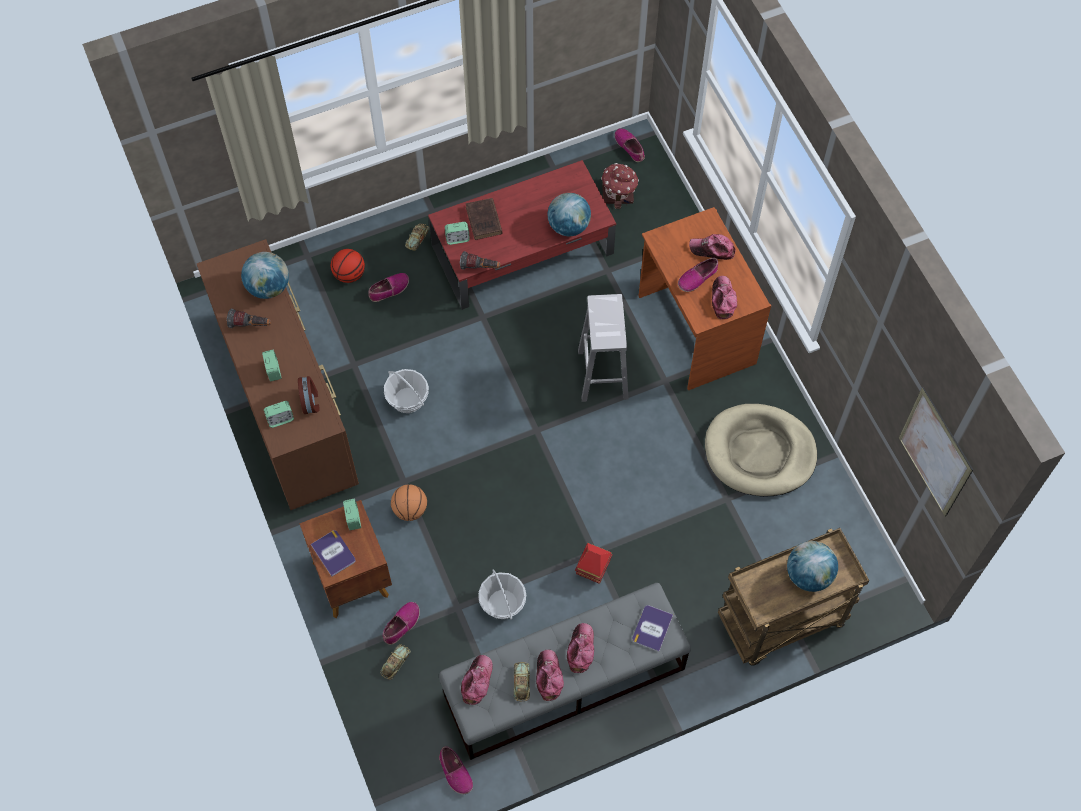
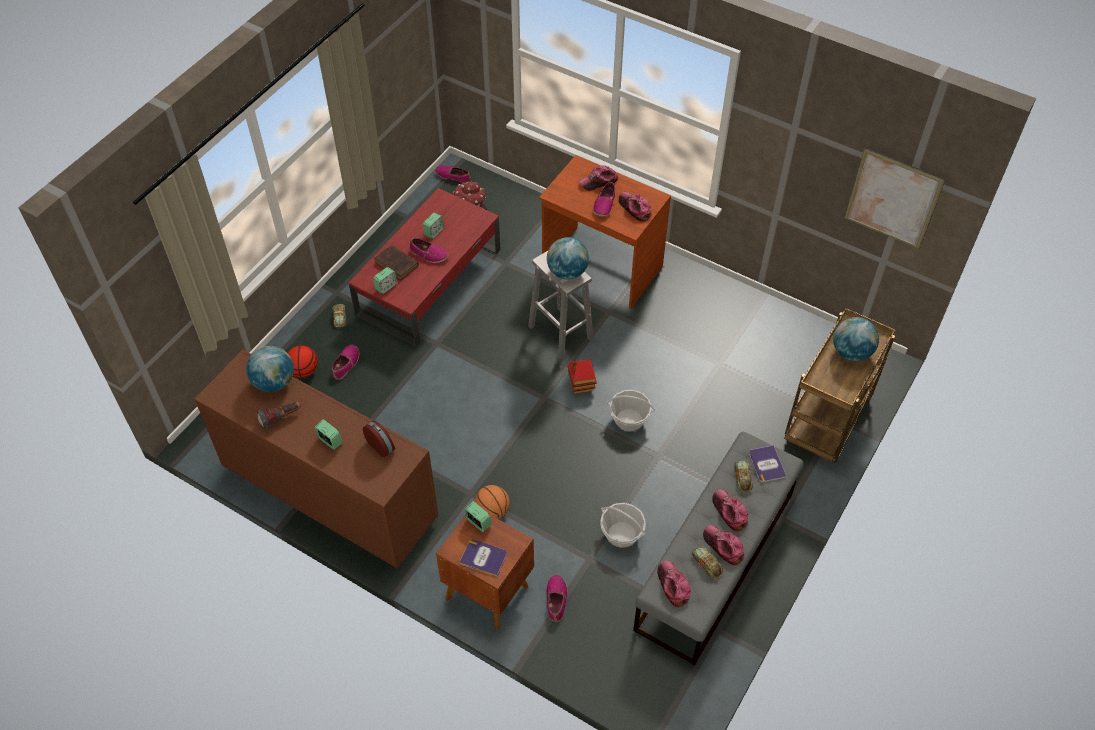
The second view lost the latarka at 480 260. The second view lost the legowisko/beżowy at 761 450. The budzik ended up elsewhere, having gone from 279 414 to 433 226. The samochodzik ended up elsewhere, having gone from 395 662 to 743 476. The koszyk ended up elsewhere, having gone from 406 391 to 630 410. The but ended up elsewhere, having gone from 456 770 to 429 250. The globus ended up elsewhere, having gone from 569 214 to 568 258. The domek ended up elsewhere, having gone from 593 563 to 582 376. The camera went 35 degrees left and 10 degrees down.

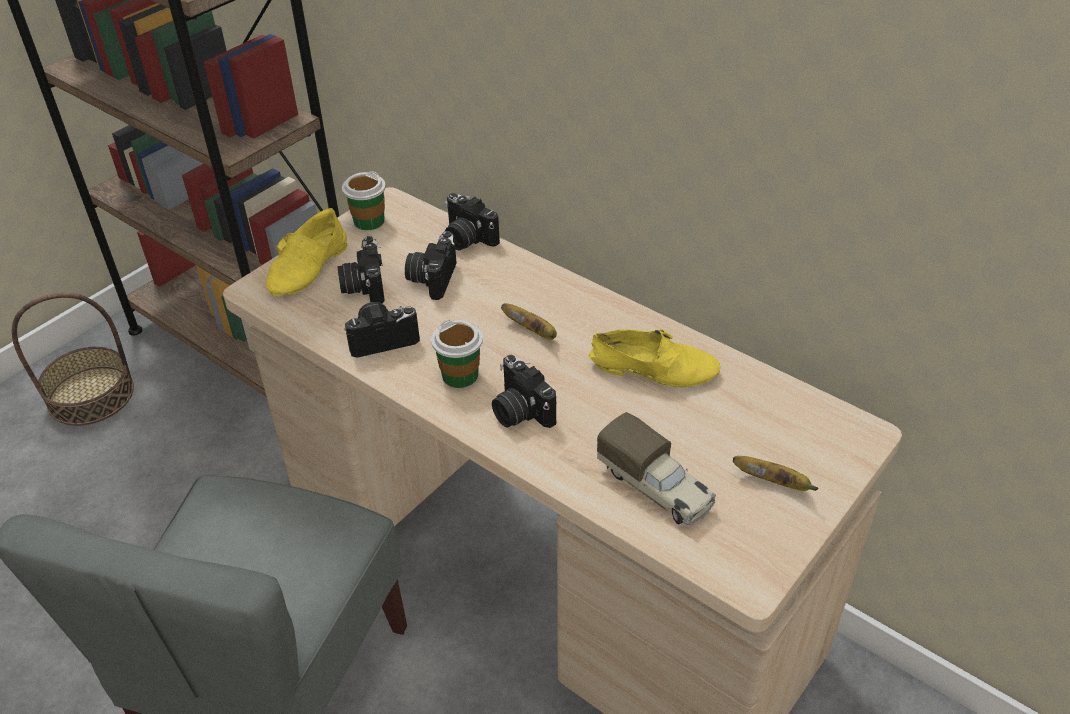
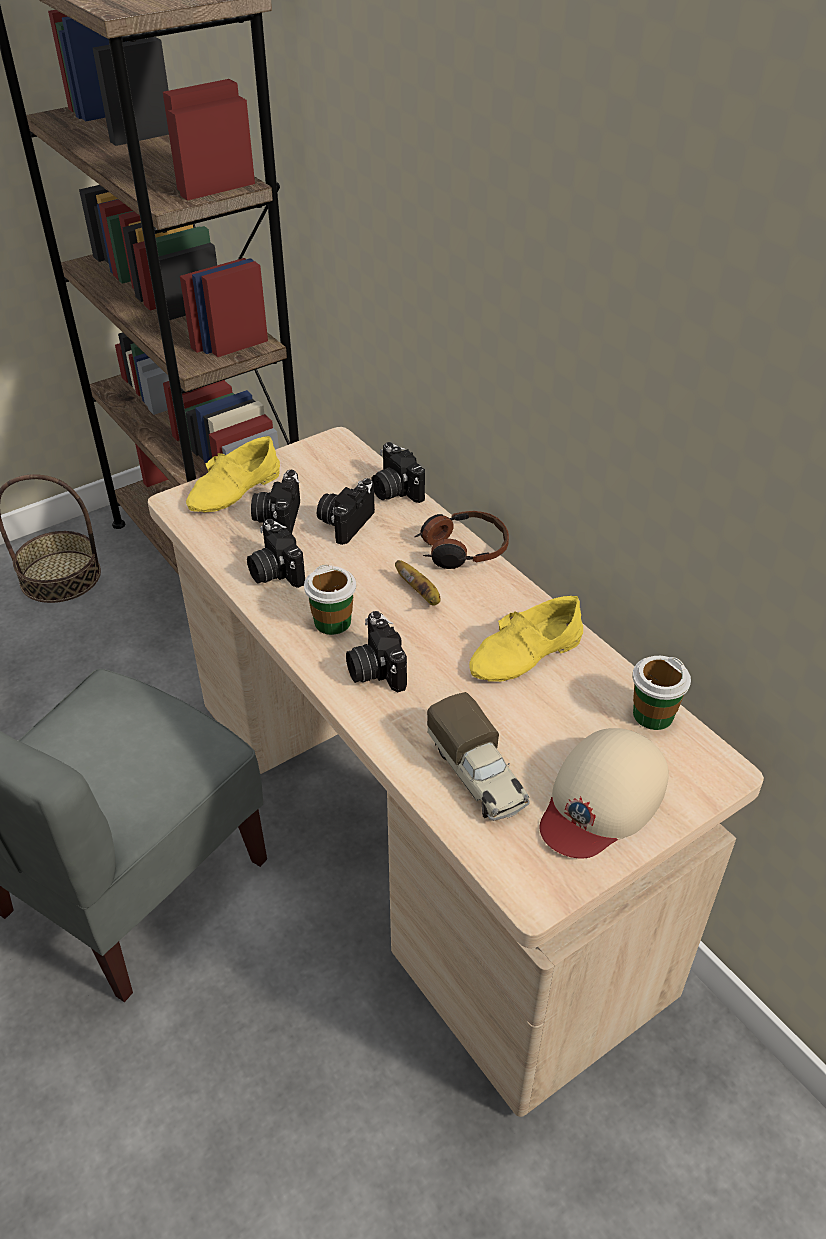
The second view gained the słuchawki at 461 540. The filiżanka ended up elsewhere, having gone from 364 200 to 661 693. Where the banan stood at 775 473, the czapka z daszkiem/beżowy came to stand at 604 793. The aparat fotograficzny at 382 330 ended up facing another way, 120 degrees counterclockwise from before. The but/żółty at 655 358 ended up facing another way, 120 degrees clockwise from before. The camera went 15 degrees right and 0 degrees up.

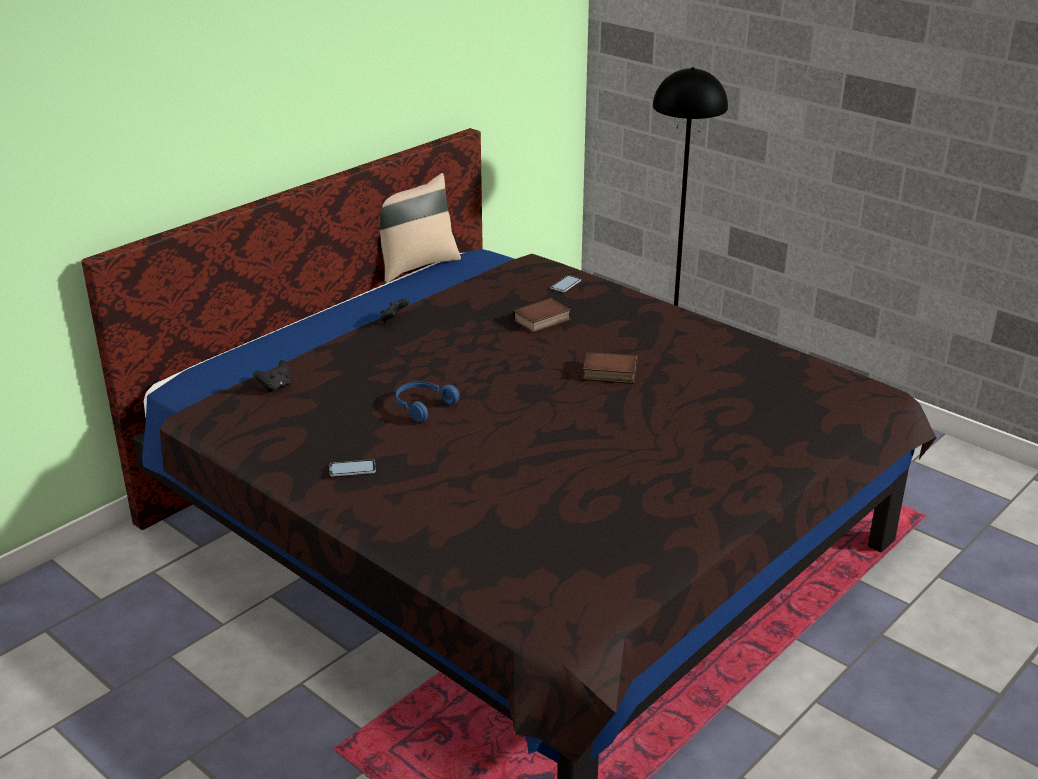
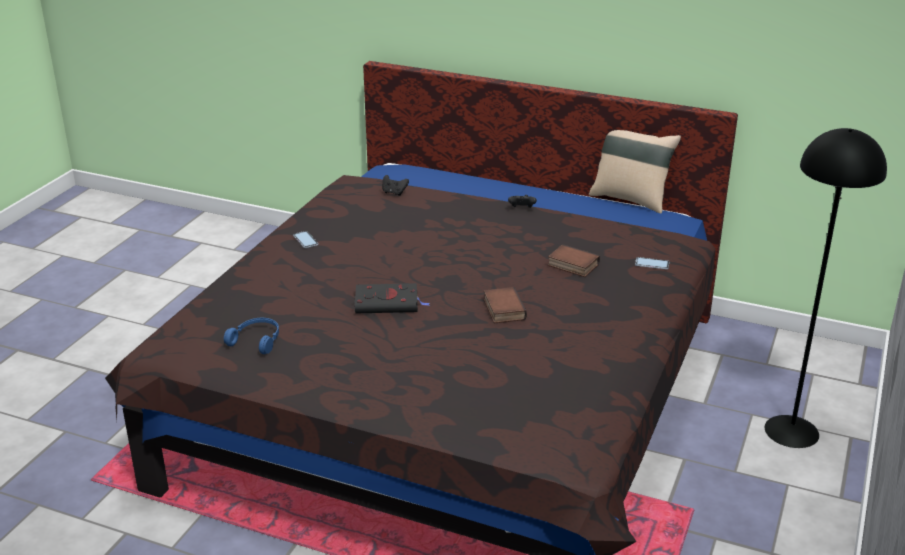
The second view gained the książka/czarny at 392 298. The słuchawki/niebieski ended up elsewhere, having gone from 428 402 to 251 336. The camera went 70 degrees right and 0 degrees up.

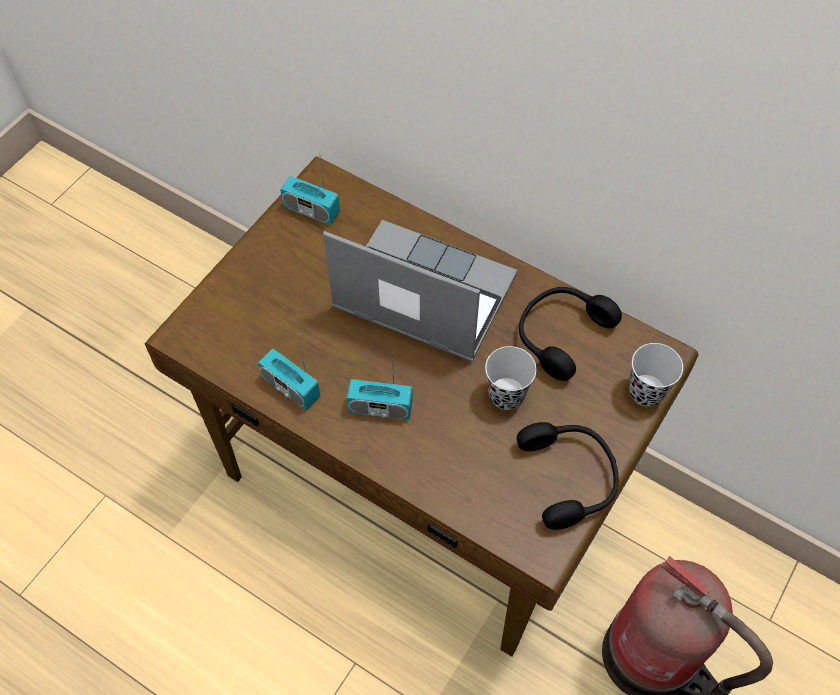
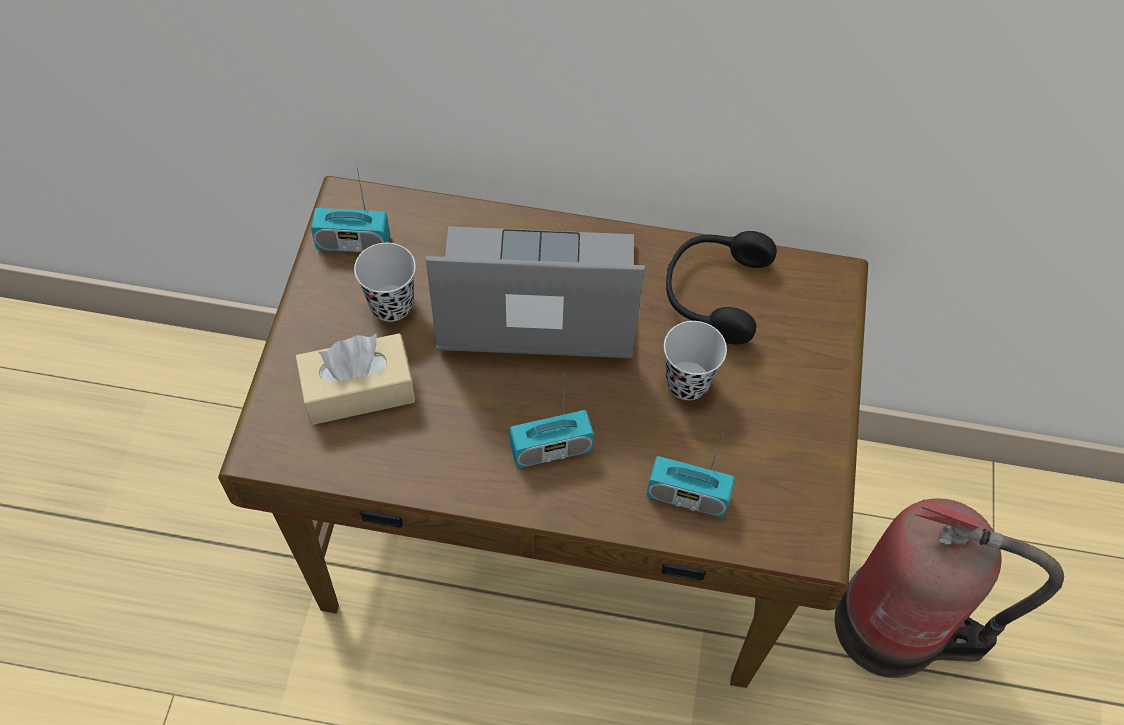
The second view lost the słuchawki/czarny at 568 476. The second view gained the pudełko chusteczek/beżowy at 355 379. The radio ended up elsewhere, having gone from 289 376 to 690 474. The filiżanka/czarny ended up elsewhere, having gone from 656 375 to 385 282. The camera went 25 degrees left and 0 degrees up.

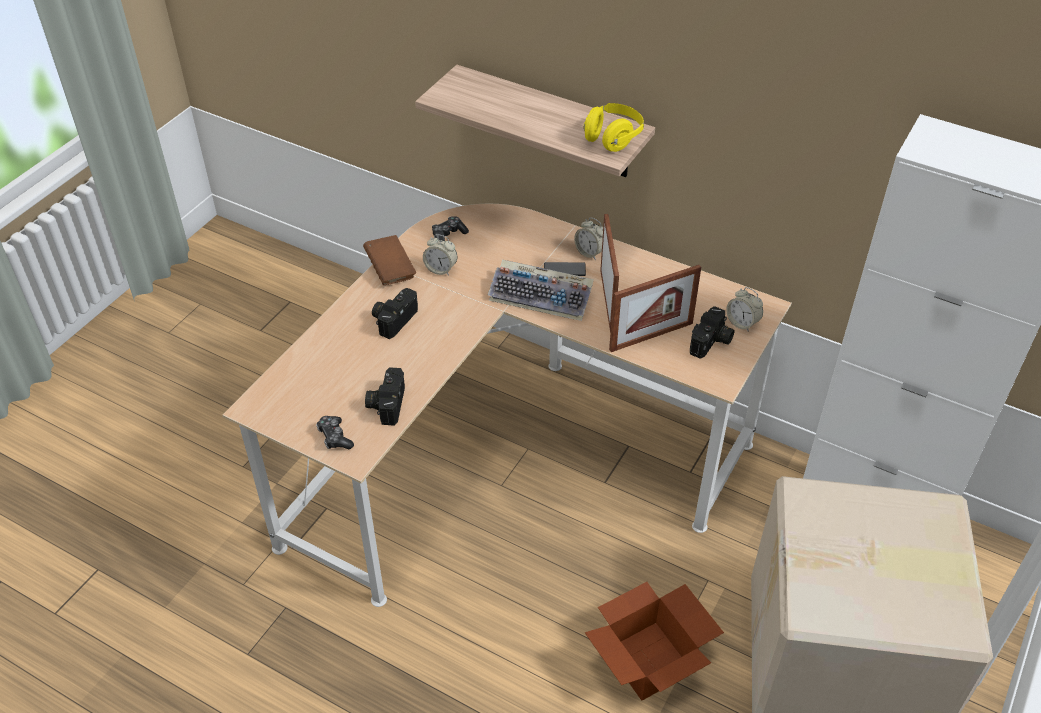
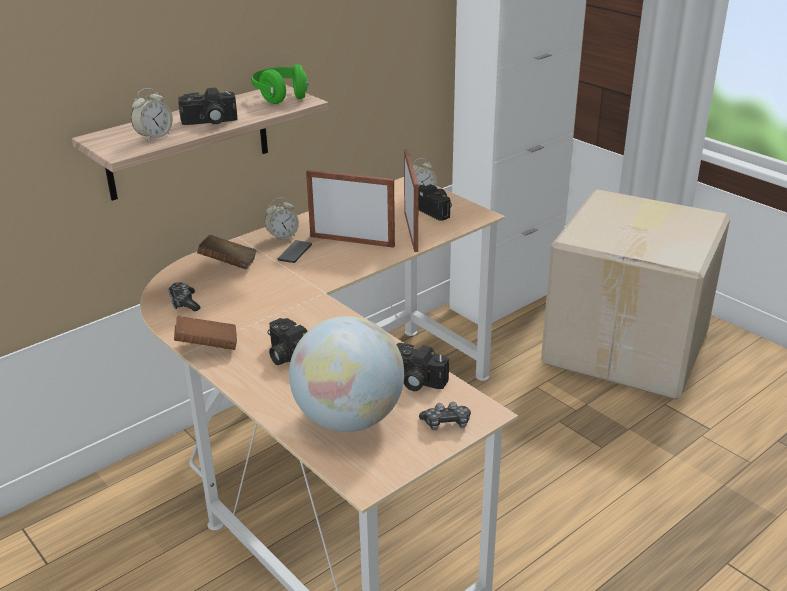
The second view lost the klawiatura at 541 290. The second view lost the karton at 654 641. The second view gained the aparat fotograficzny at 208 106. The second view gained the książka/brązowy at 227 252. The second view gained the globus at 346 374. The budzik ended up elsewhere, having gone from 440 255 to 152 115. What was the słuchawki/żółty at 614 127 turned into the słuchawki/zielony at 279 84. The camera went 70 degrees left and 15 degrees down.

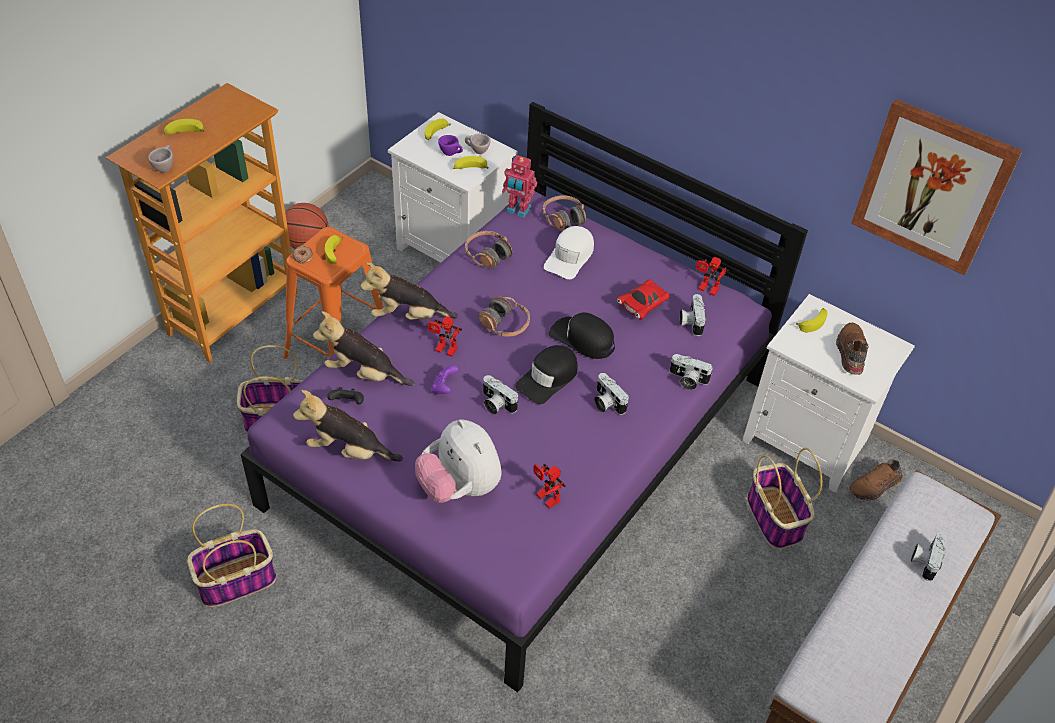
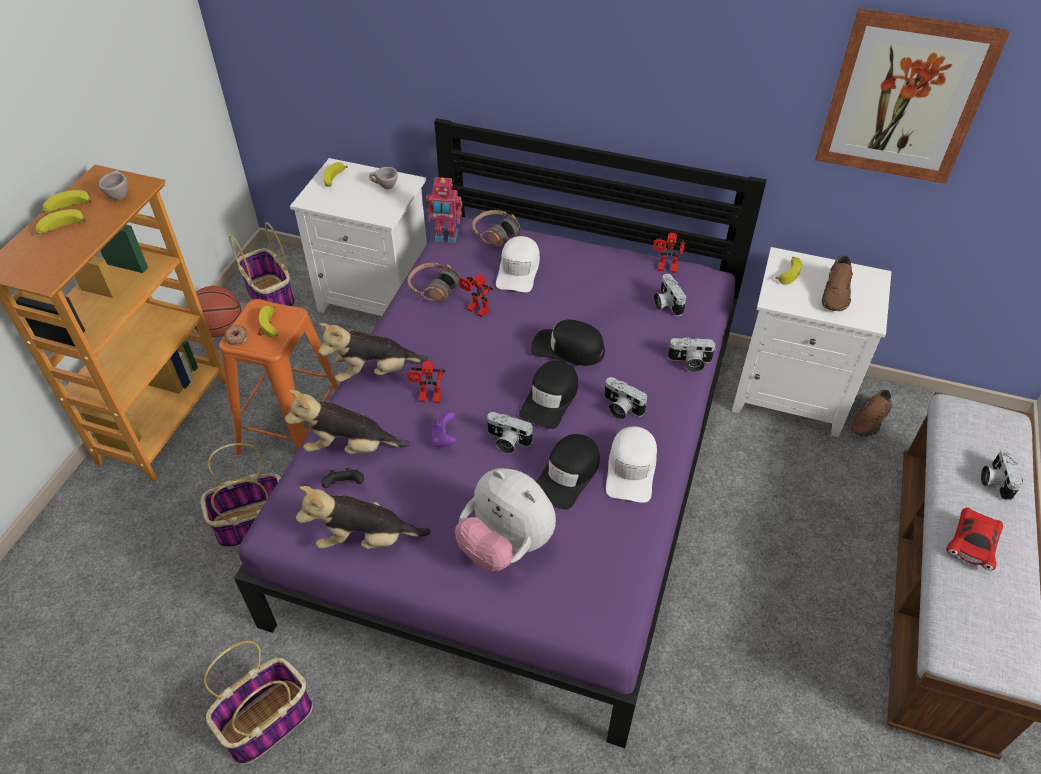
The second view lost the filiżanka/fioletowy at 450 145. The second view lost the słuchawki at 504 316. The second view gained the czapka z daszkiem/czarny at 568 472. The second view gained the czapka z daszkiem/biały at 631 464. The filiżanka/beżowy ended up elsewhere, having gone from 160 159 to 113 184. The banan ended up elsewhere, having gone from 471 162 to 67 201. The robot zabawkowy ended up elsewhere, having gone from 549 486 to 476 295. The samochodzik/czerwony ended up elsewhere, having gone from 643 299 to 974 539. The koszyk ended up elsewhere, having gone from 784 498 to 262 264. The but/brązowy at 852 349 ended up facing another way, 150 degrees counterclockwise from before. The camera went 15 degrees left and 0 degrees up.

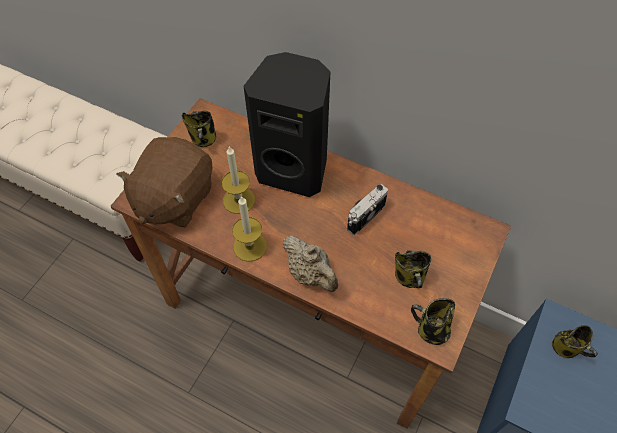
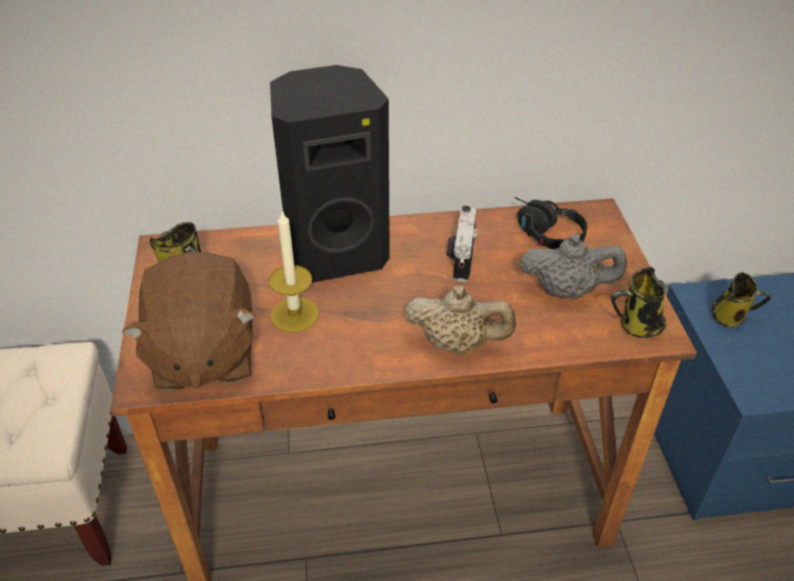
The second view lost the świeca at 249 229. The second view gained the słuchawki/czarny at 551 223. Where the kubek stood at 413 269, the imbryk/szary came to stand at 573 266. The camera went 35 degrees left and 15 degrees down.

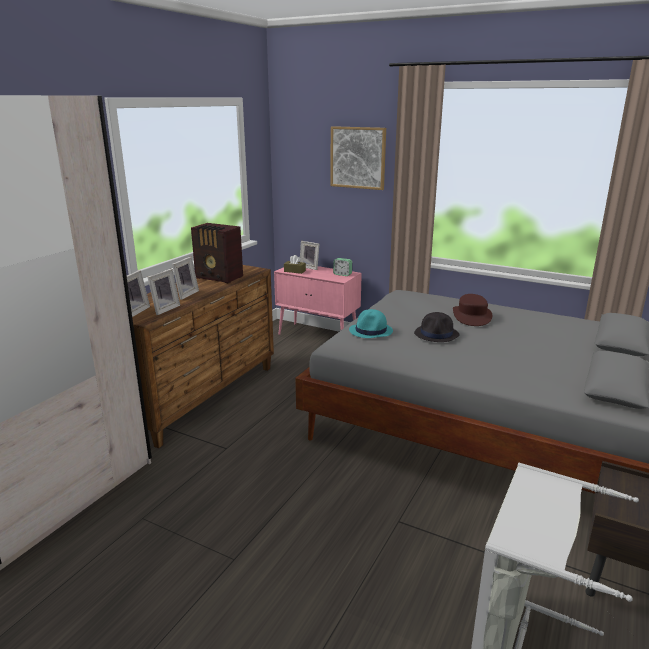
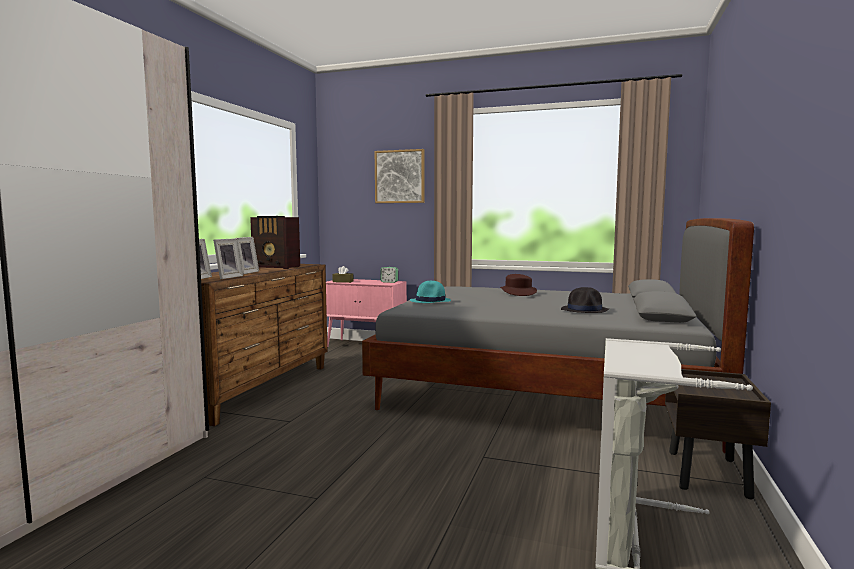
The second view lost the ramka na zdjęcie at 309 255. The kapelusz/czarny ended up elsewhere, having gone from 436 327 to 585 300. The camera went 10 degrees left and 15 degrees down.

